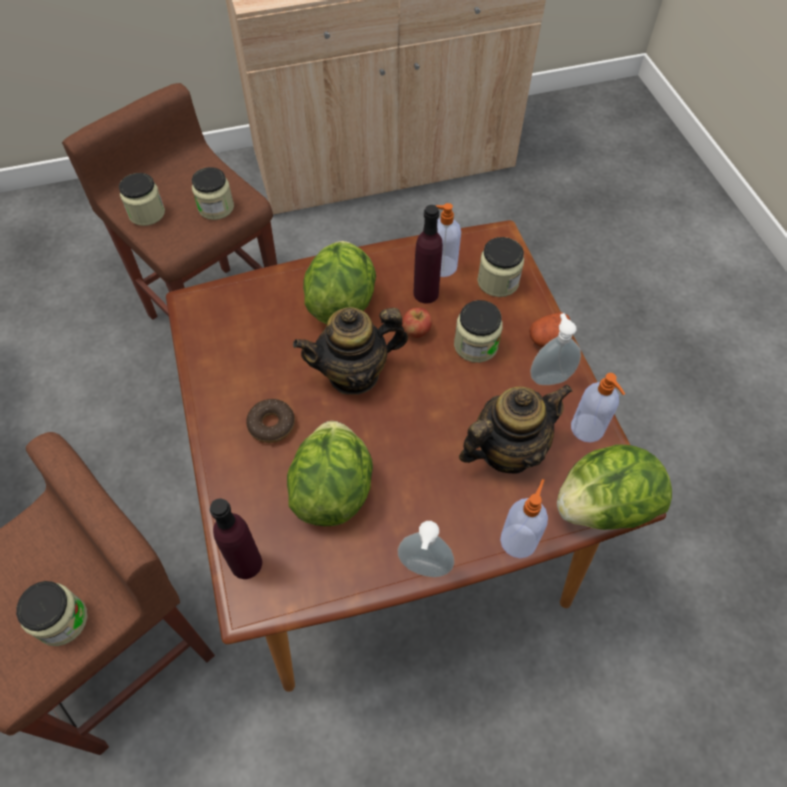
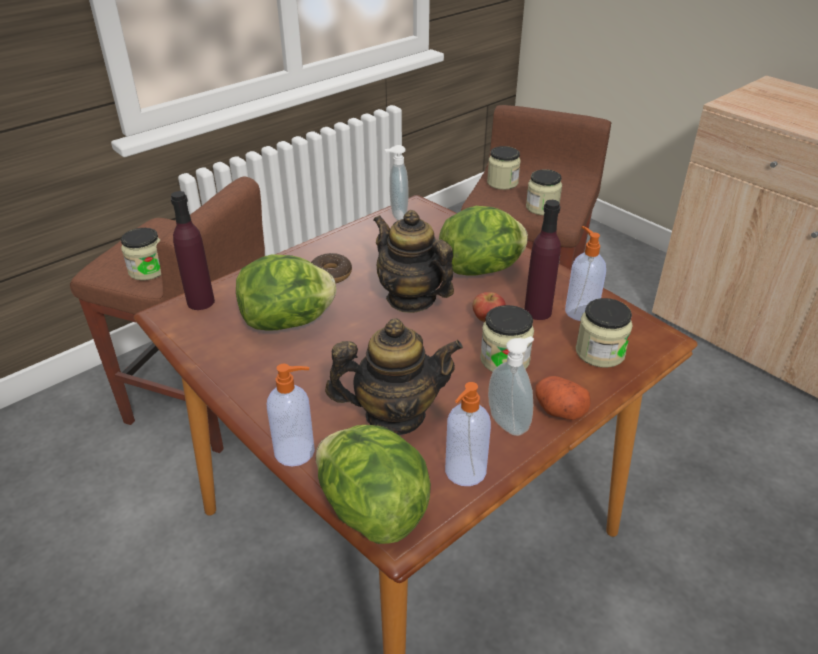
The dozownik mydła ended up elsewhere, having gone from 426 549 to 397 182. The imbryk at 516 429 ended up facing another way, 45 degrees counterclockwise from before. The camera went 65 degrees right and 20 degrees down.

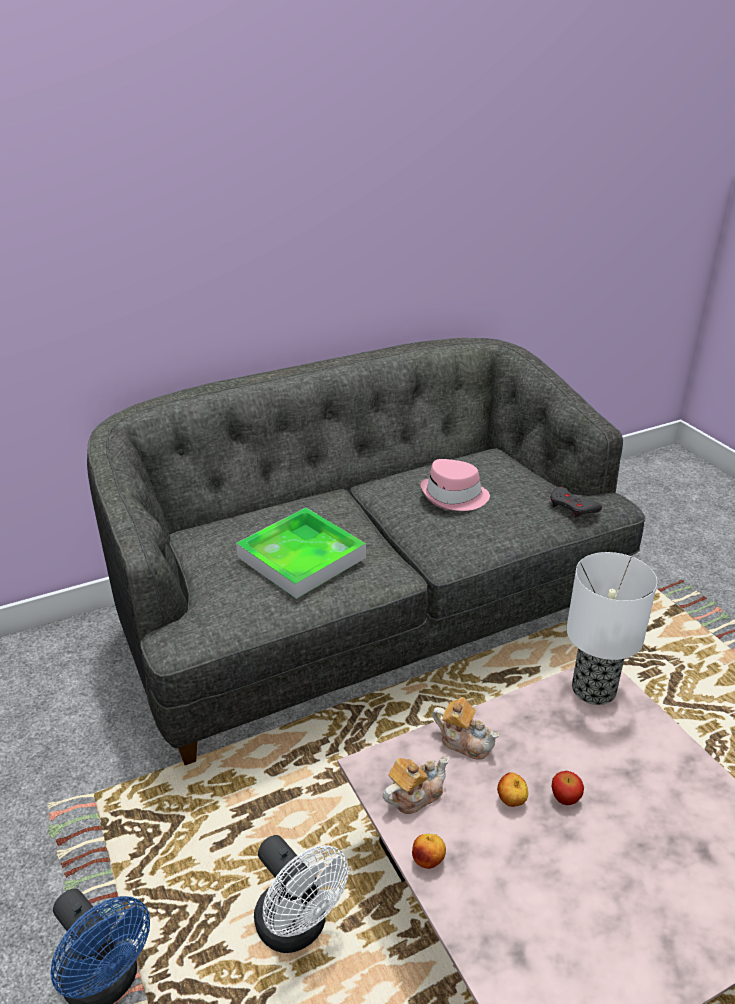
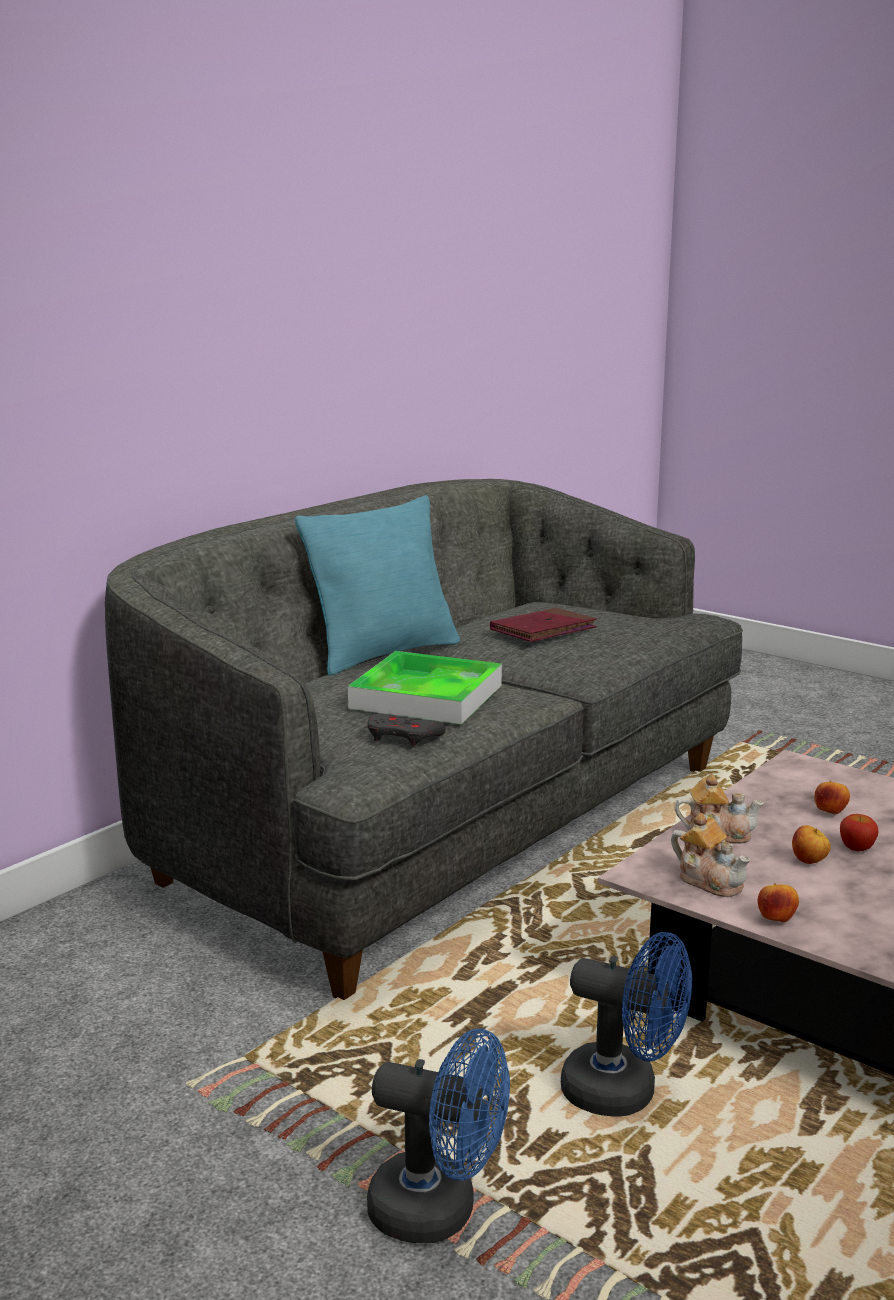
The second view lost the lampa stołowa at 612 628. The second view gained the poduszka/turkusowy at 377 585. The second view gained the jabłko at 832 798. The pad do gier/szary ended up elsewhere, having gone from 576 502 to 406 730. Where the kapelusz/różowy stood at 455 485, the książka/czerwony came to stand at 543 624. What was the wentylator/biały at 301 894 turned into the wentylator/niebieski at 626 1024. The imbryk at 416 785 ended up facing another way, 105 degrees clockwise from before. The camera went 25 degrees left and 15 degrees down.

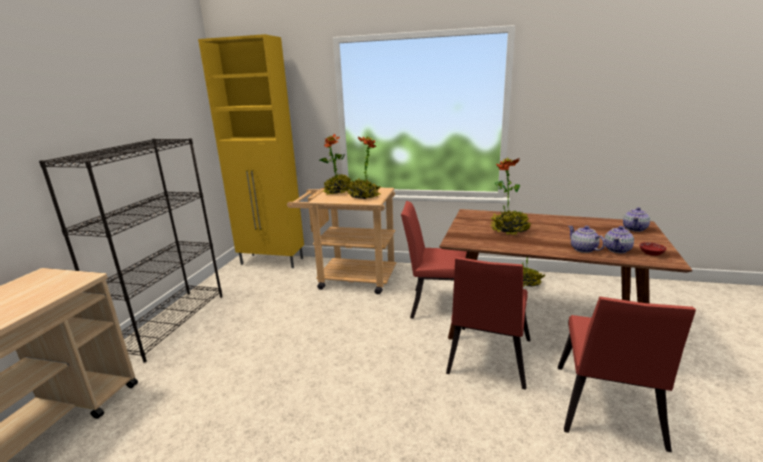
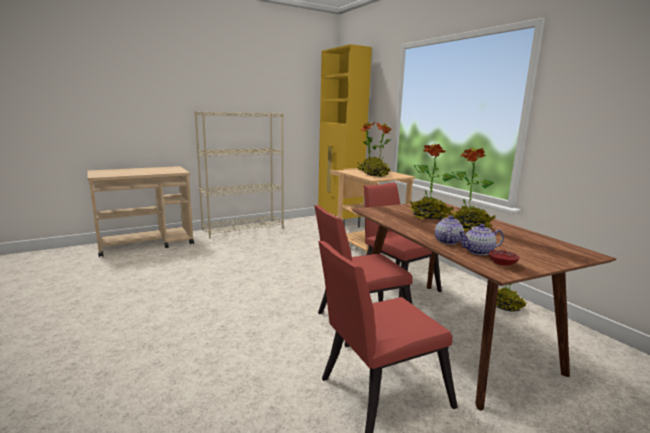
The second view lost the imbryk at 636 219. The second view gained the roślina doniczkowa at 471 189. What was the regał/czarny at 130 250 turned into the regał/beżowy at 239 175. The camera went 45 degrees right and 5 degrees down.

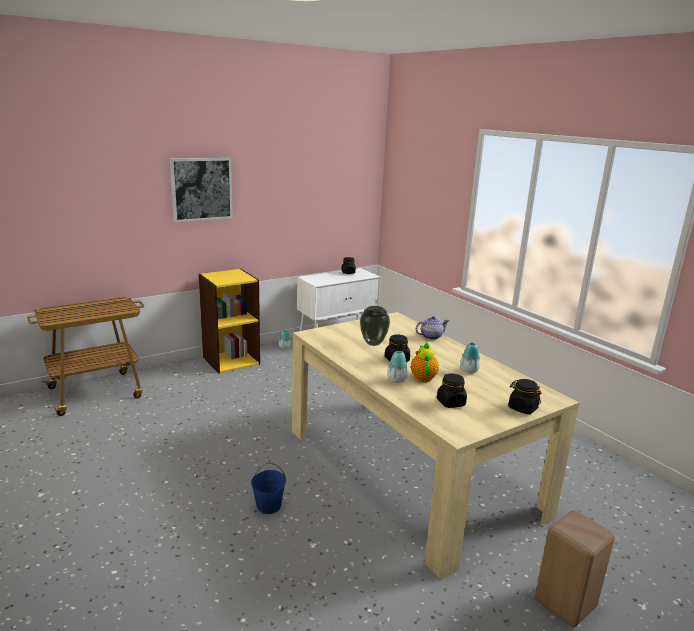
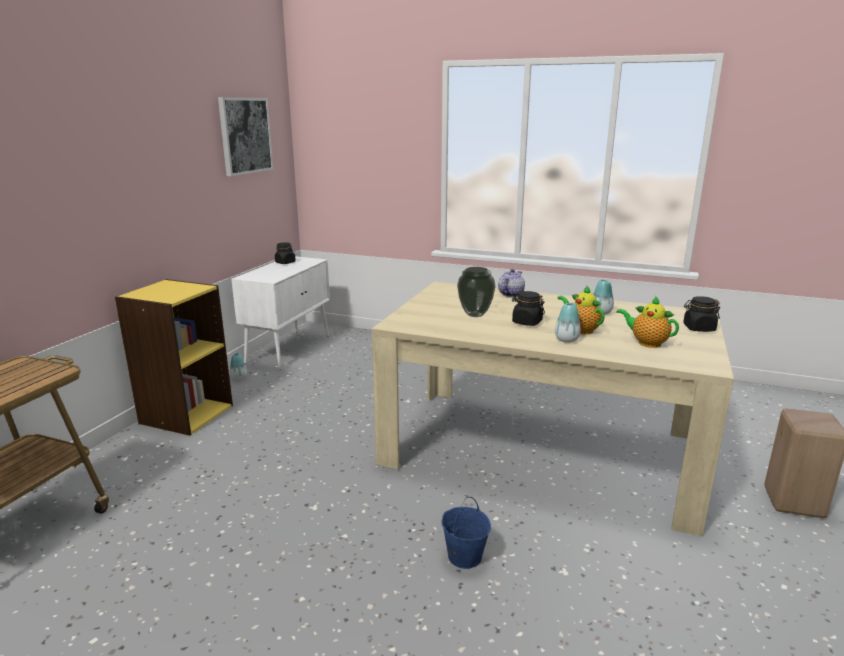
The obraz ended up elsewhere, having gone from 201 190 to 245 136. Where the słoik/czarny stood at 452 391, the imbryk came to stand at 647 322. The camera went 35 degrees left and 0 degrees up.

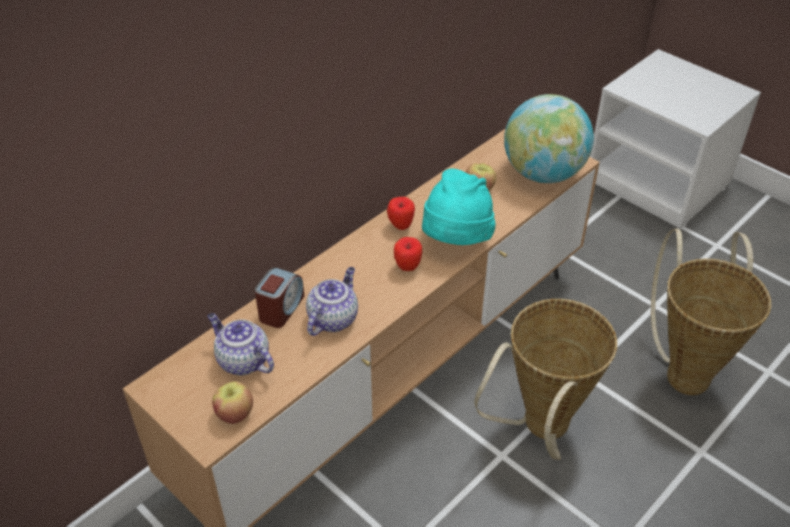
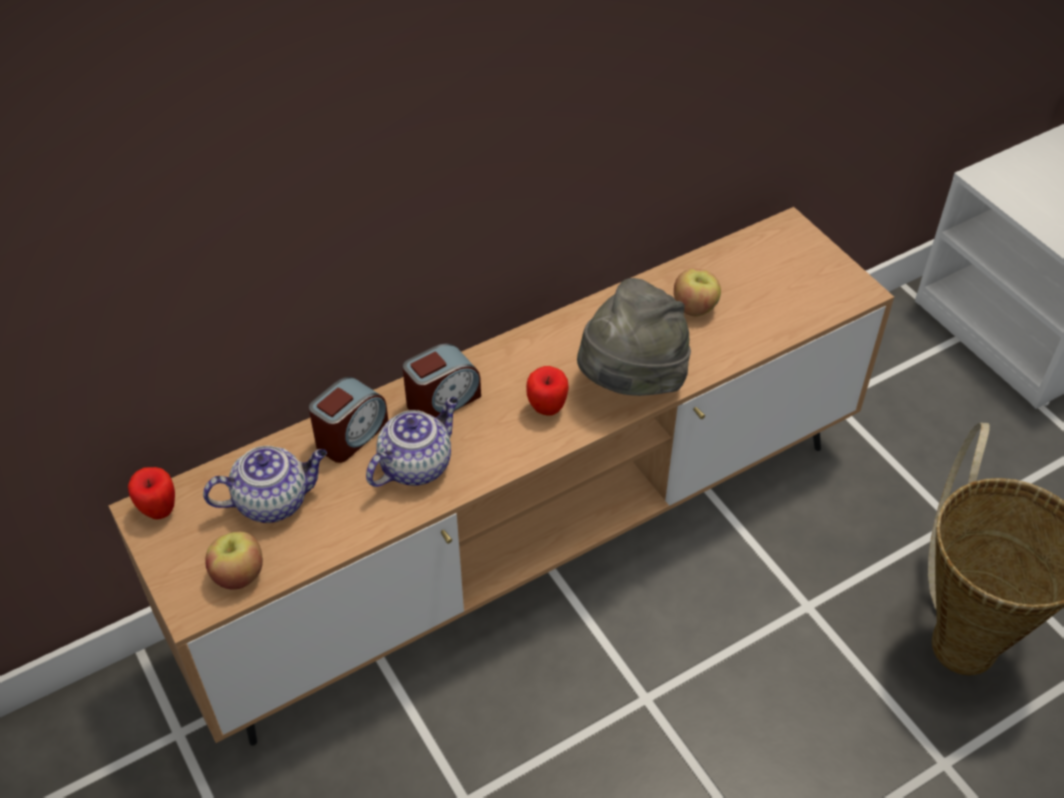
The second view lost the koszyk at 545 379. The second view lost the globus at 549 138. The second view gained the budzik at 441 380. The jabłko ended up elsewhere, having gone from 401 213 to 151 493. What was the kapelusz/turkusowy at 458 207 turned into the kapelusz/szary at 634 337. The imbryk at 241 344 ended up facing another way, 105 degrees clockwise from before. The camera went 15 degrees right and 5 degrees up.

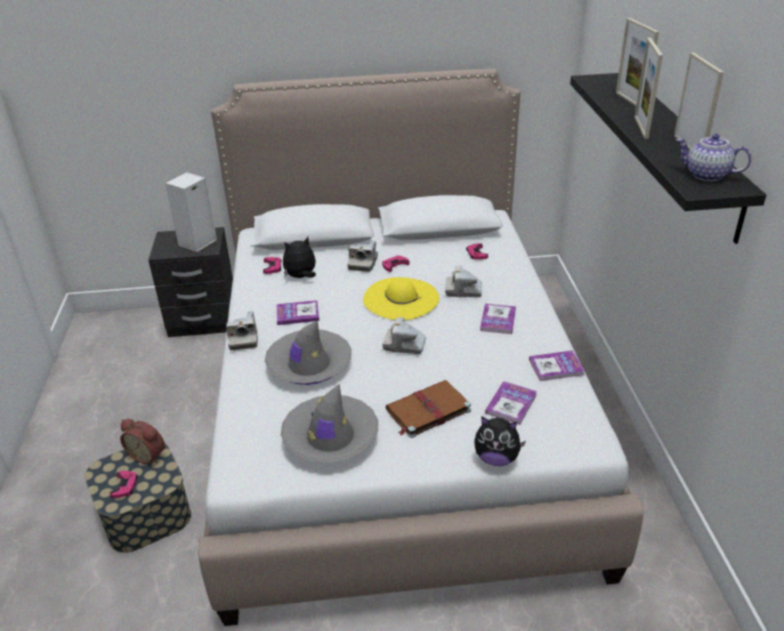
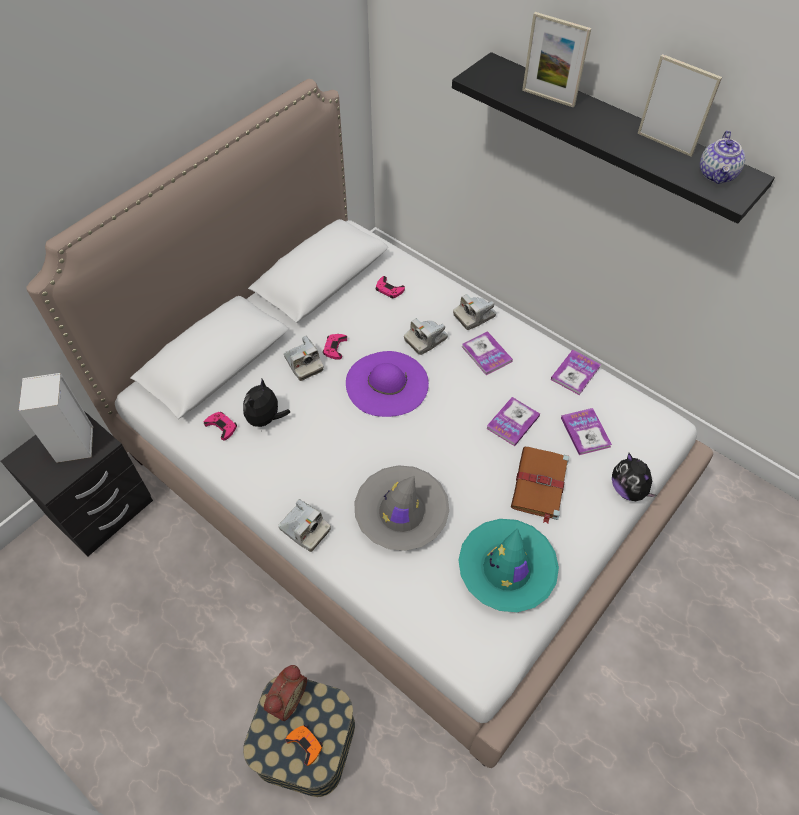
The second view lost the ramka na zdjęcie at 648 88. The książka ended up elsewhere, having gone from 298 312 to 513 421. The aparat fotograficzny ended up elsewhere, having gone from 404 335 to 474 312. What was the pad do gier/różowy at 124 484 turned into the pad do gier/pomarańczowy at 304 745. What was the kapelusz/szary at 329 423 turned into the kapelusz/turkusowy at 509 565. What was the kapelusz/żółty at 401 298 turned into the kapelusz/fioletowy at 387 384. The budzik at 142 441 ended up facing another way, 45 degrees counterclockwise from before. The pluszak at 500 441 ended up facing another way, 90 degrees clockwise from before. The imbryk at 713 157 ended up facing another way, 60 degrees counterclockwise from before. The camera went 45 degrees left and 20 degrees up.

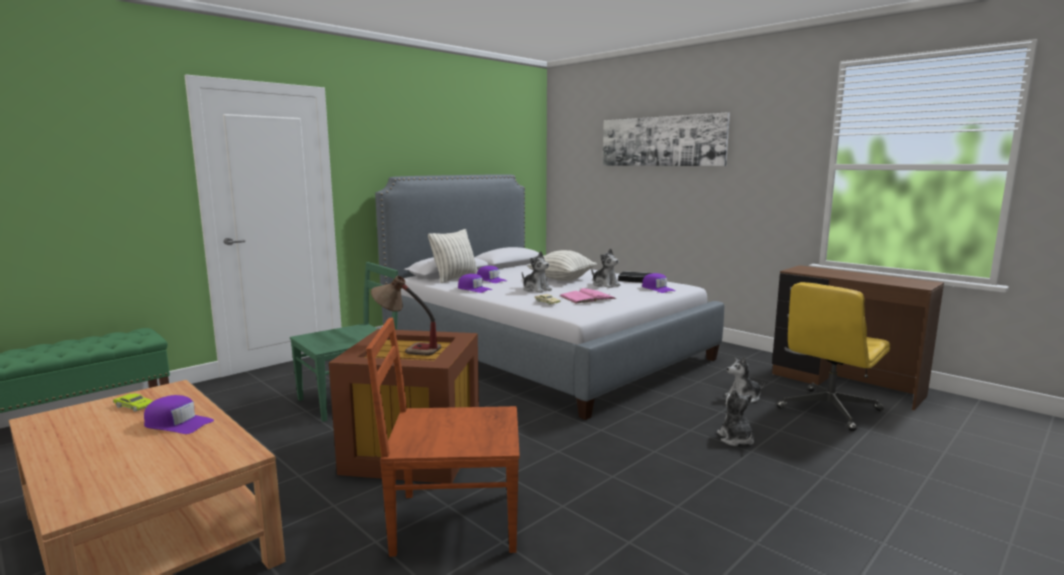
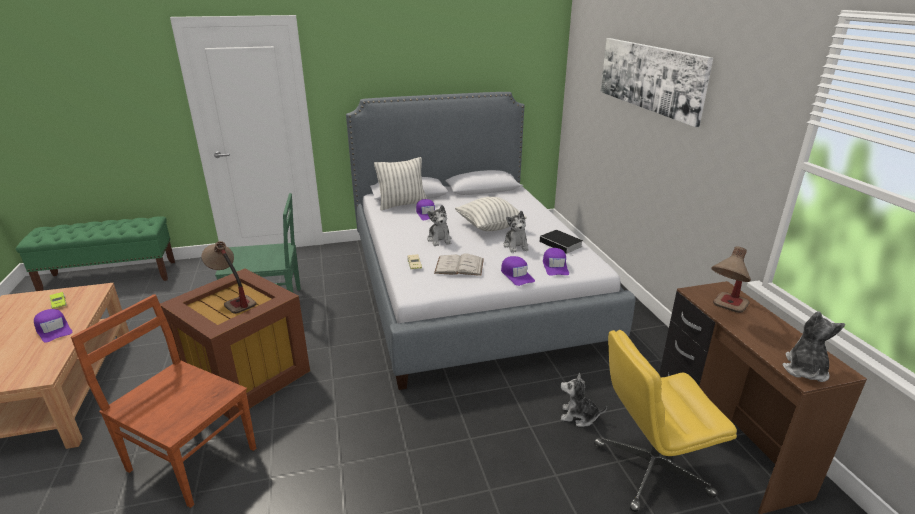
The second view gained the lampa stołowa at 731 279. The czapka z daszkiem/fioletowy ended up elsewhere, having gone from 475 283 to 518 271. The pluszak ended up elsewhere, having gone from 735 417 to 814 346. What was the książka/różowy at 588 295 turned into the książka/biały at 459 264. The camera went 30 degrees right and 15 degrees up.

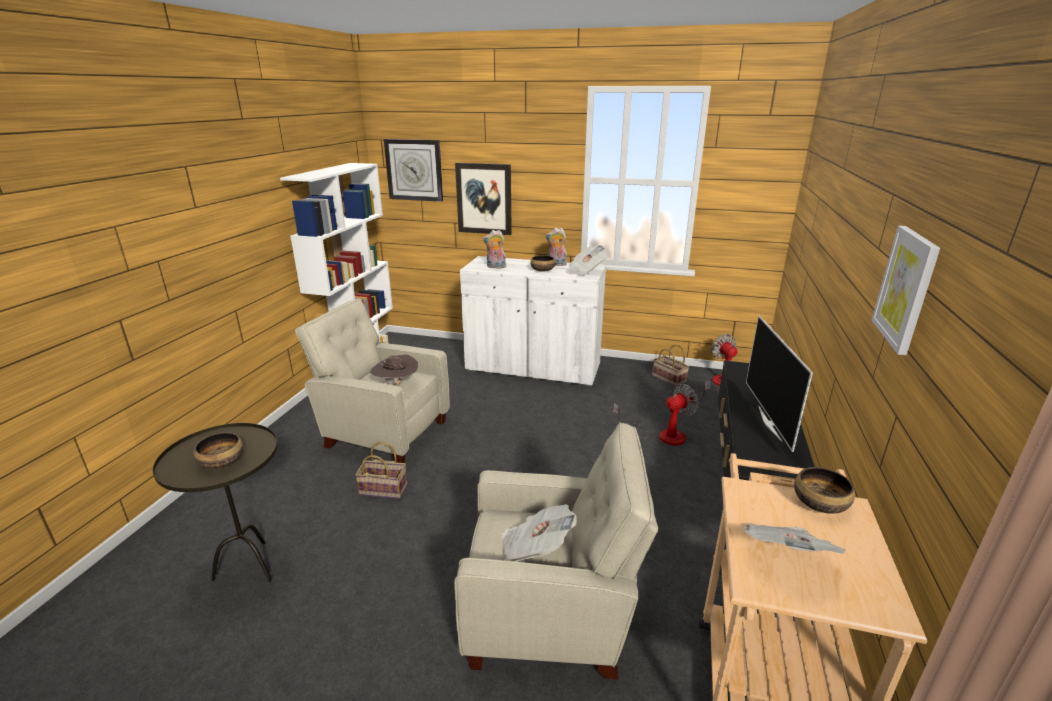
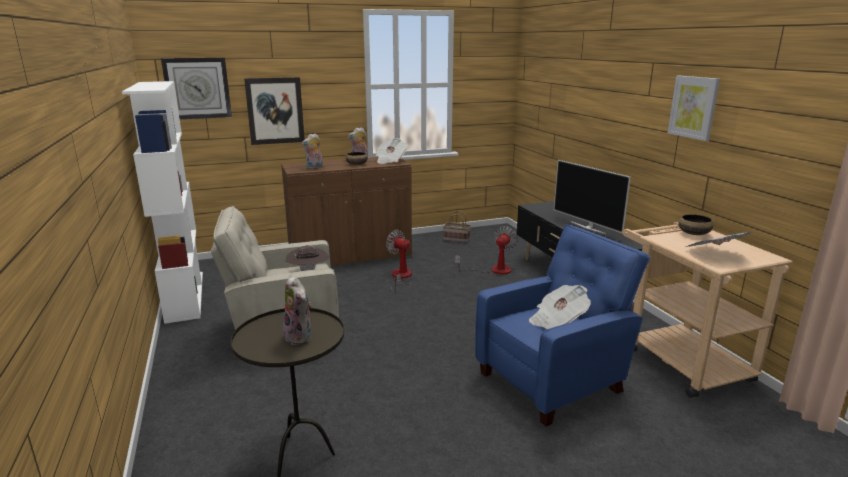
The second view lost the koszyk at 381 470. The wentylator ended up elsewhere, having gone from 719 366 to 399 261. Where the miska stood at 218 450, the pluszak came to stand at 297 310. What was the fotel/beżowy at 556 551 turned into the fotel/niebieski at 562 326. What was the szafka/biały at 533 321 turned into the szafka/brązowy at 346 211. The camera went 35 degrees left and 5 degrees down.

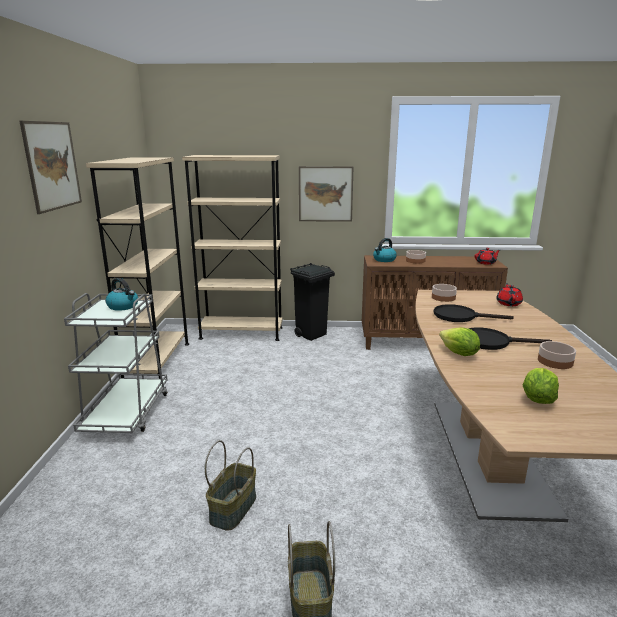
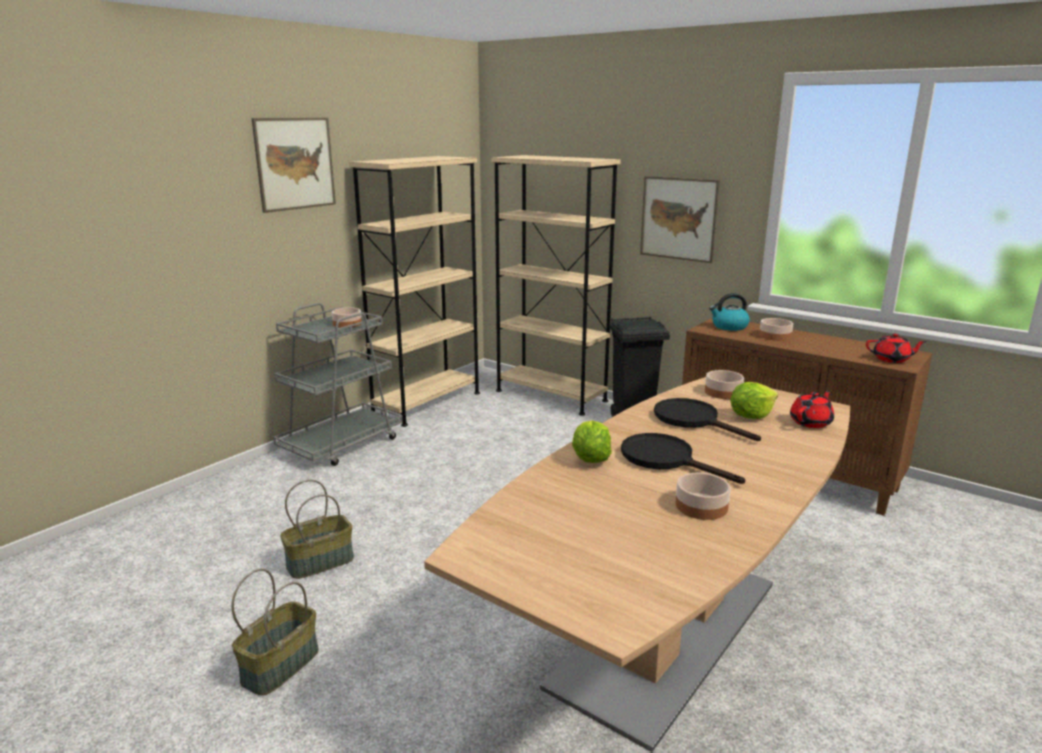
The sałata ended up elsewhere, having gone from 541 386 to 754 400. Where the czajnik stood at 121 294, the miska came to stand at 347 317. The camera went 35 degrees right and 0 degrees up.

